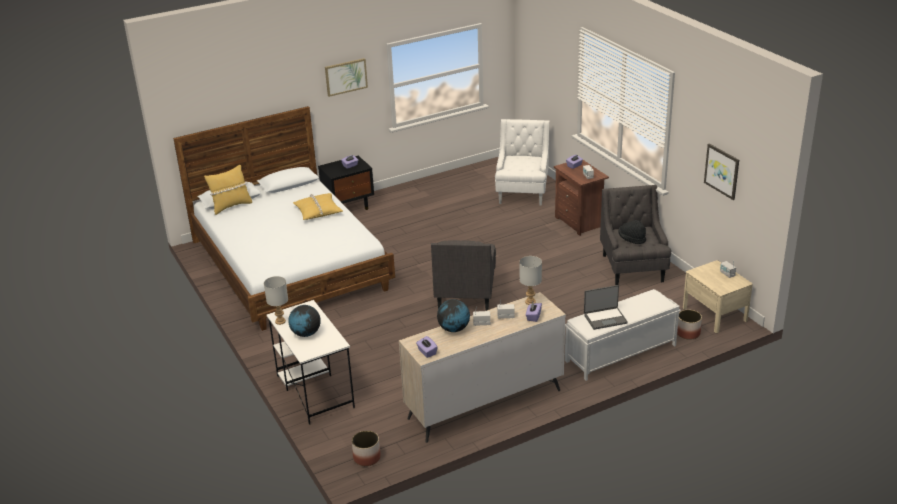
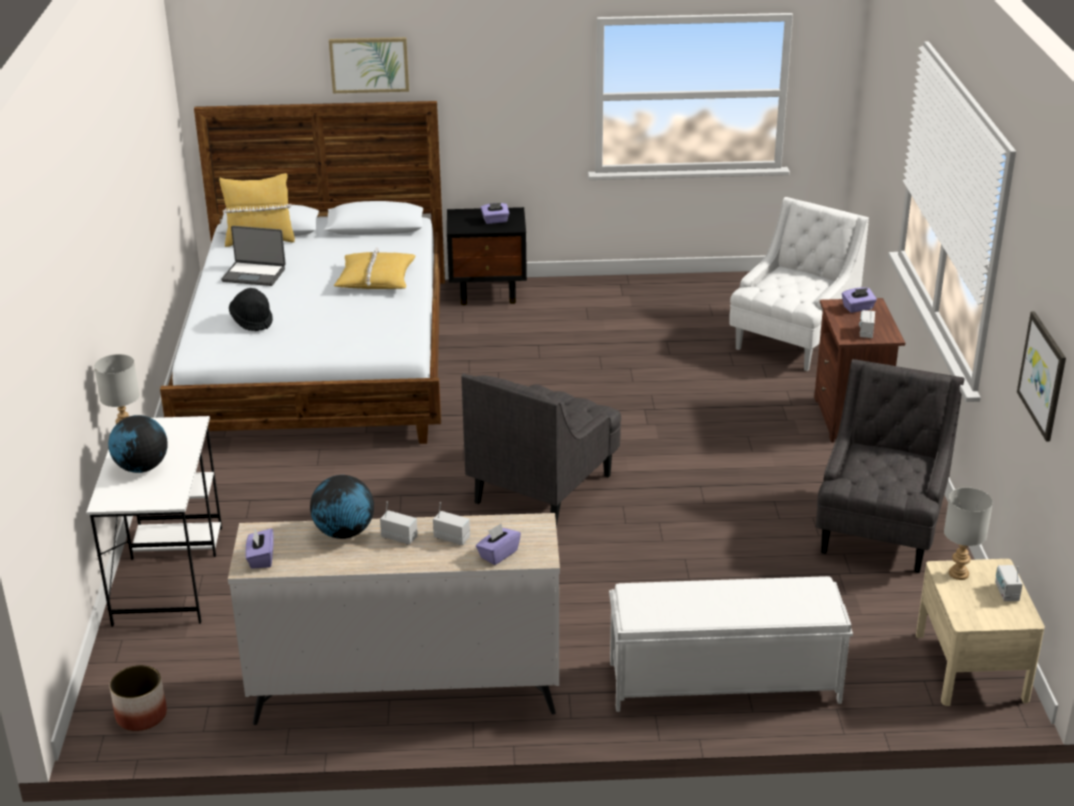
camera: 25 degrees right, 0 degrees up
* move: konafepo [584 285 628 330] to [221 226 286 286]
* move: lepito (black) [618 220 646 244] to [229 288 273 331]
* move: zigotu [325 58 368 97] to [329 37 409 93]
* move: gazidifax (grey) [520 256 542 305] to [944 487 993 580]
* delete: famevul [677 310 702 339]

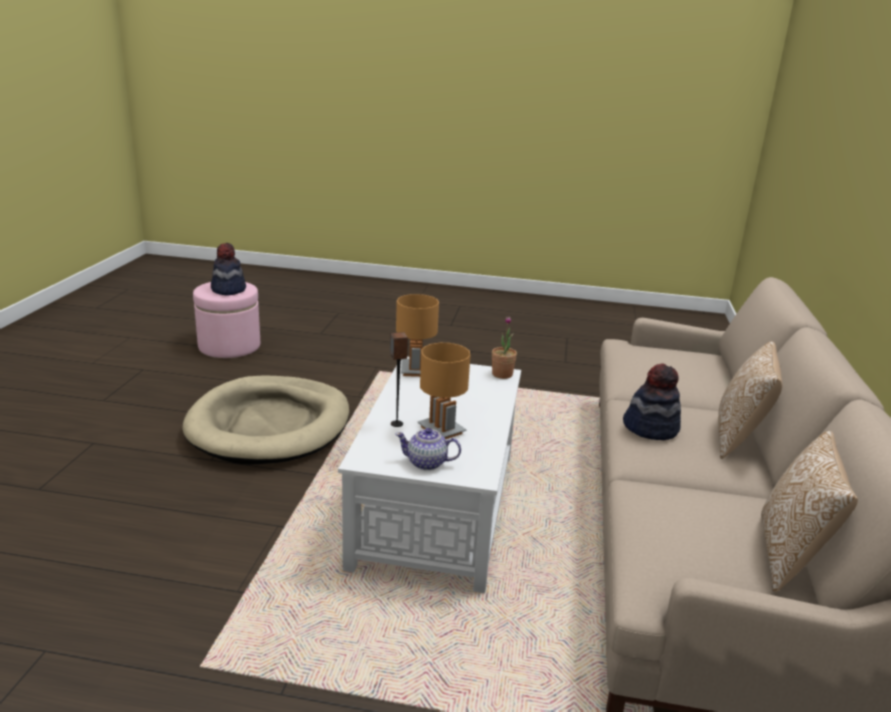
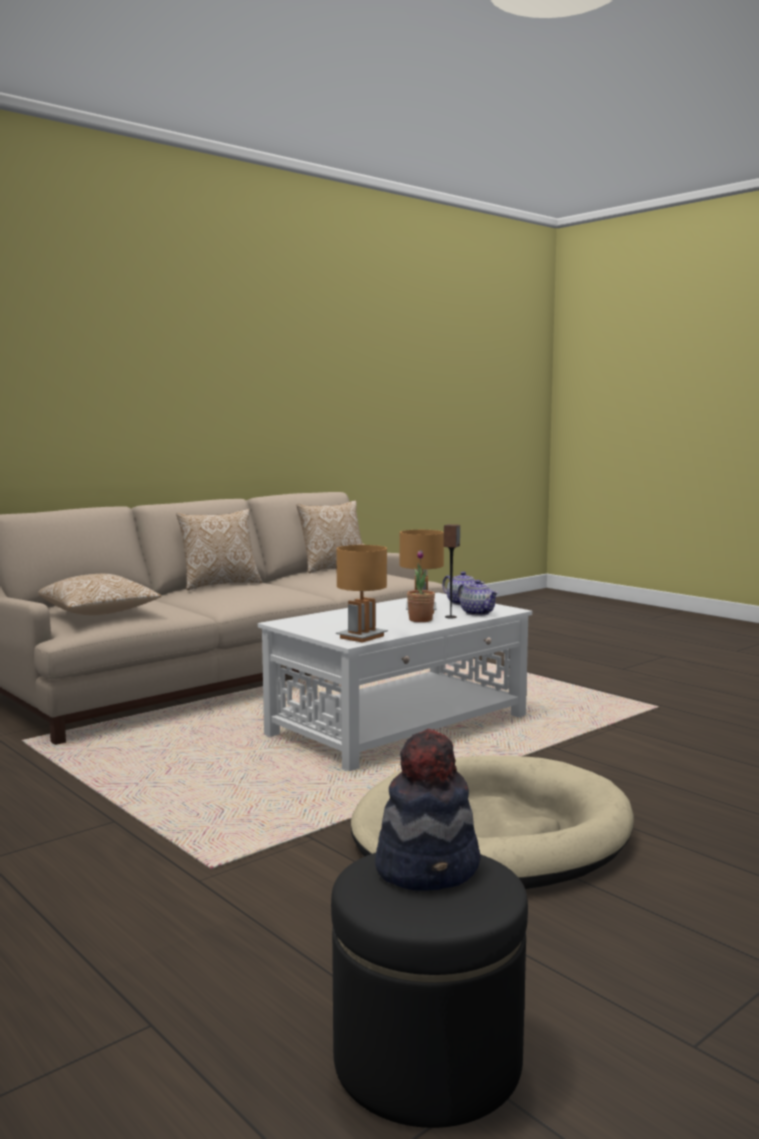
camera: 140 degrees left, 15 degrees down
* insert: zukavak [38 574 162 615]
* recolor: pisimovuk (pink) [193 282 260 358] to pisimovuk (black) [331 853 528 1128]
* move: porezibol [492 316 517 379] to [407 550 435 622]
* insert: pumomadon [458 580 498 616]
* delete: lepito [623 364 681 440]

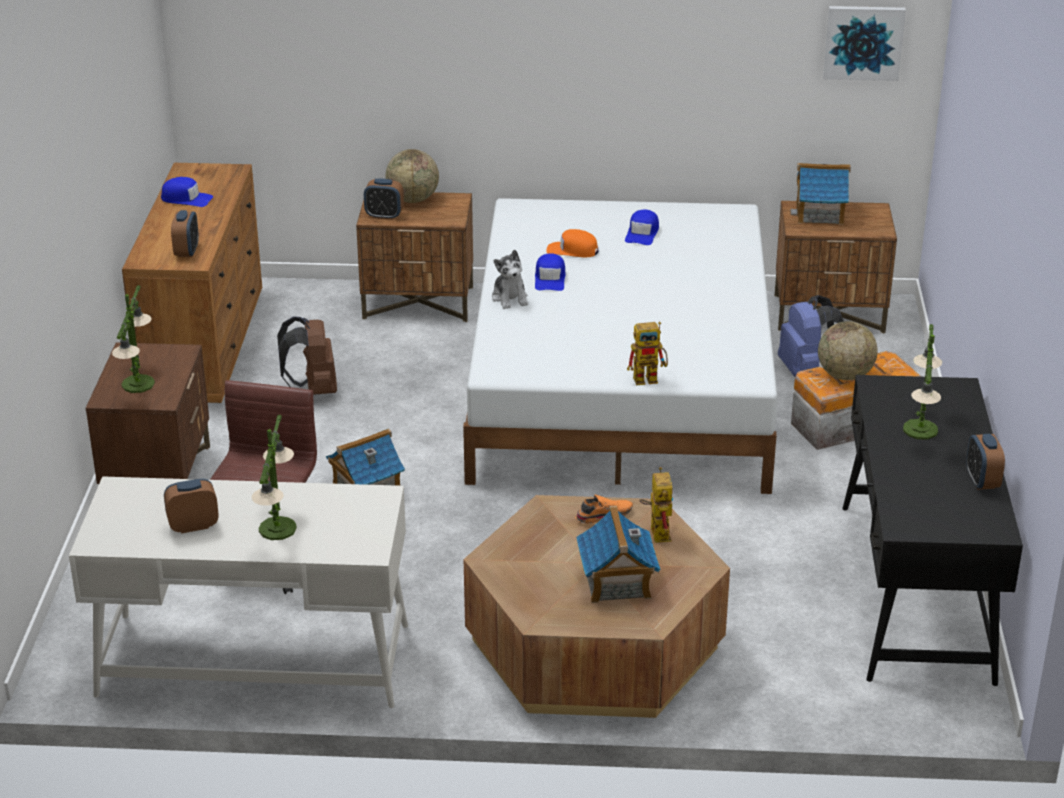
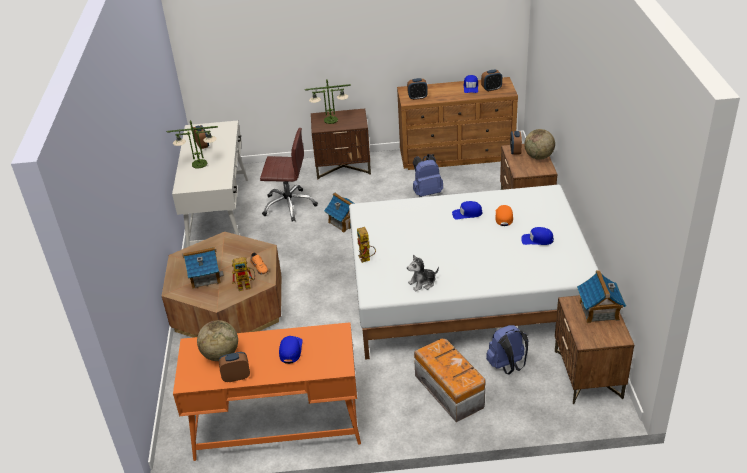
camera: 85 degrees right, 5 degrees up
* recolor: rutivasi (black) [842 375 1023 686] to rutivasi (orange) [173 322 361 461]
* move: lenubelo [818 321 878 380] to [197 320 238 361]
* replace: gazidifax [903 324 942 440] to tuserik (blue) [279 336 303 364]
* move: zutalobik [492 250 528 309] to [407 254 439 292]
* recolor: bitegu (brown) [277 317 337 395] to bitegu (blue) [413 154 443 197]
* insert: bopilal [481 70 502 92]
* delete: zigotu [823 6 906 81]

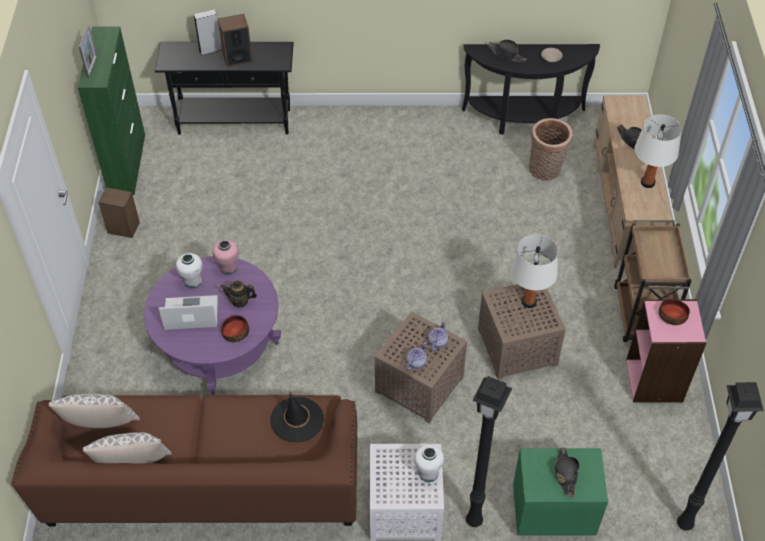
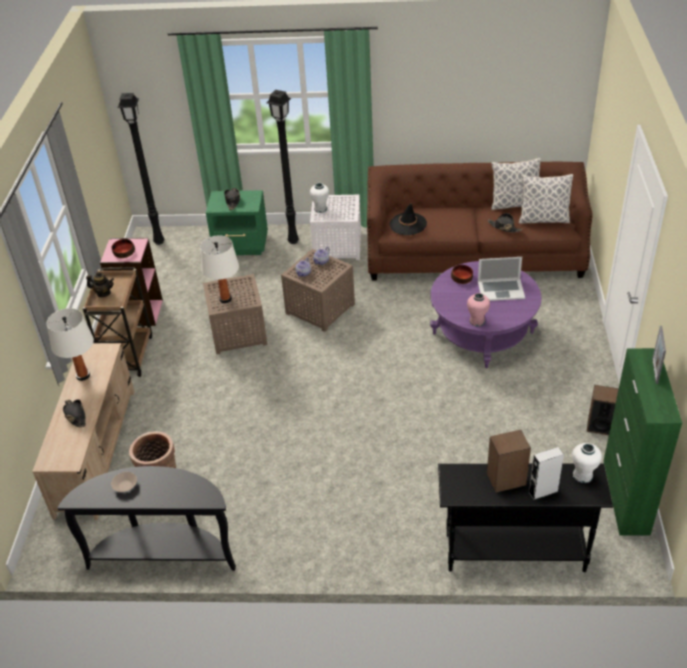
camera: 175 degrees left, 10 degrees down
* move: pumomadon [220 281 257 308] to [86 272 114 297]
* move: lepito (black) [488 40 527 62] to [487 213 523 233]
* move: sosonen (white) [176 253 203 288] to [572 443 602 483]

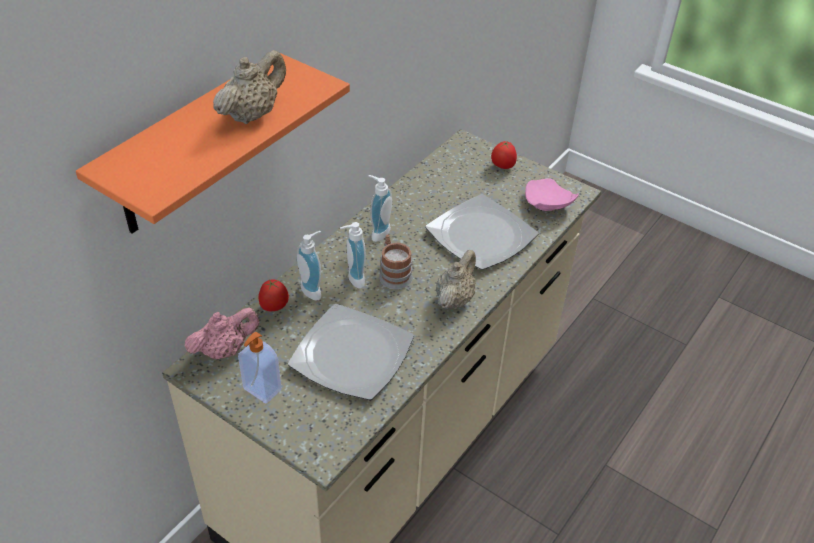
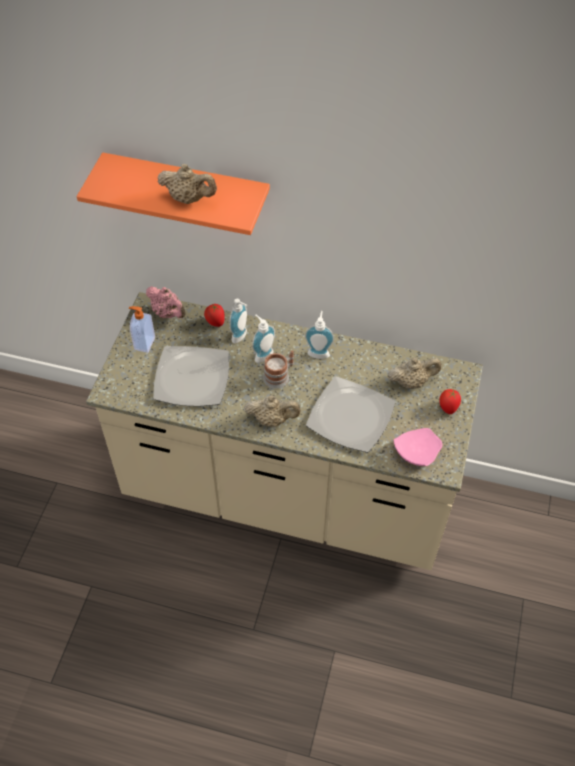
camera: 70 degrees right, 10 degrees up
* insert: pumomadon (beige) [388 357 441 389]

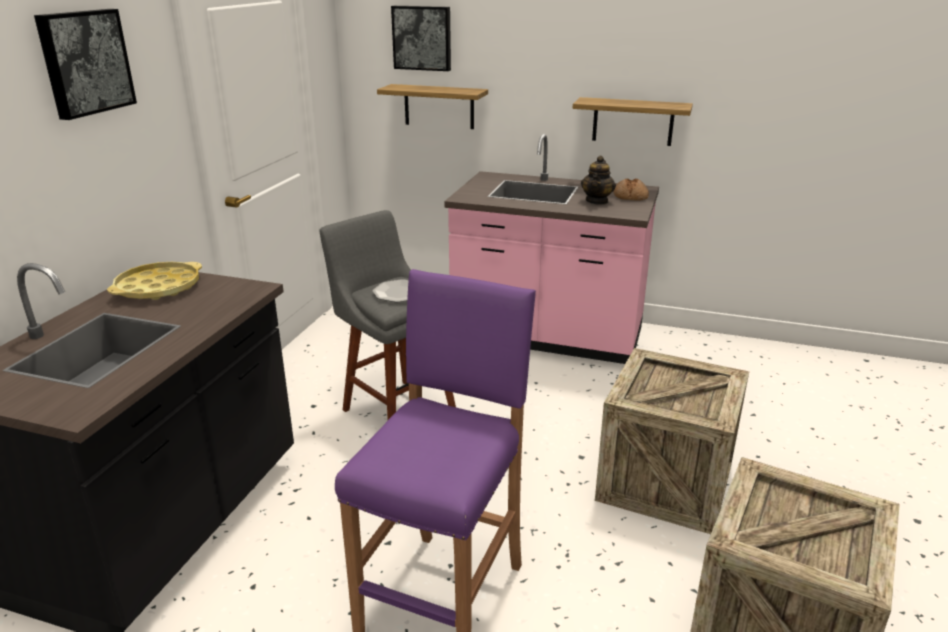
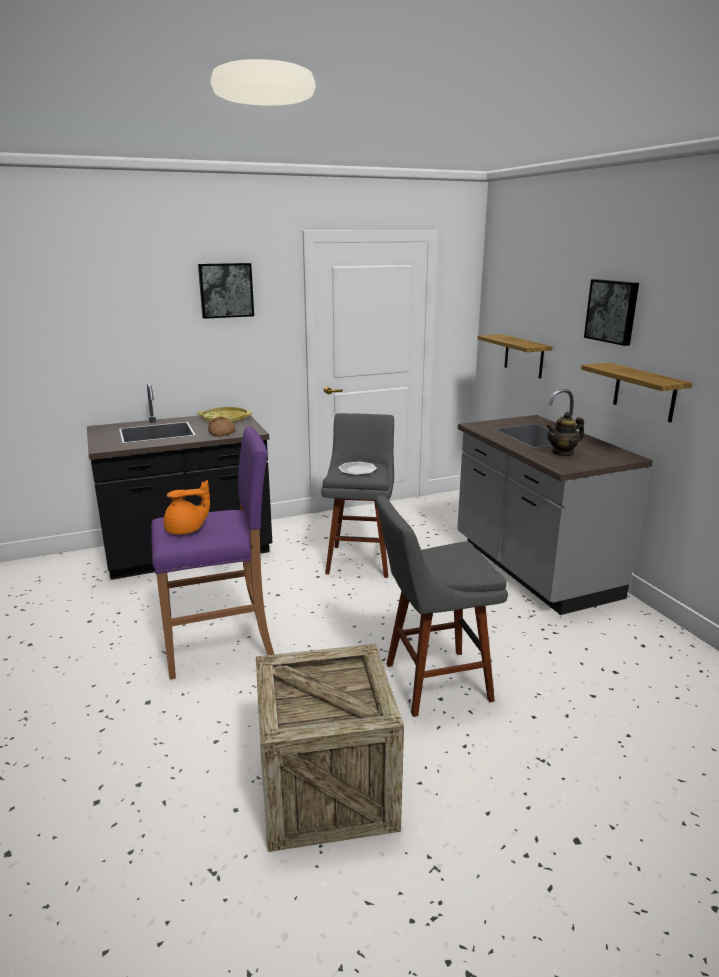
camera: 50 degrees right, 5 degrees down
* insert: pumomadon (orange) [164 480 210 535]
* move: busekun [613 178 649 201] to [208 417 236 437]
* replace: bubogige [595 348 749 534] to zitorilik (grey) [376 495 508 717]
* recolor: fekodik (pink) [444 134 659 364] to fekodik (grey) [457 389 653 615]
* move: zigotu [391 6 451 71] to [584 279 639 346]

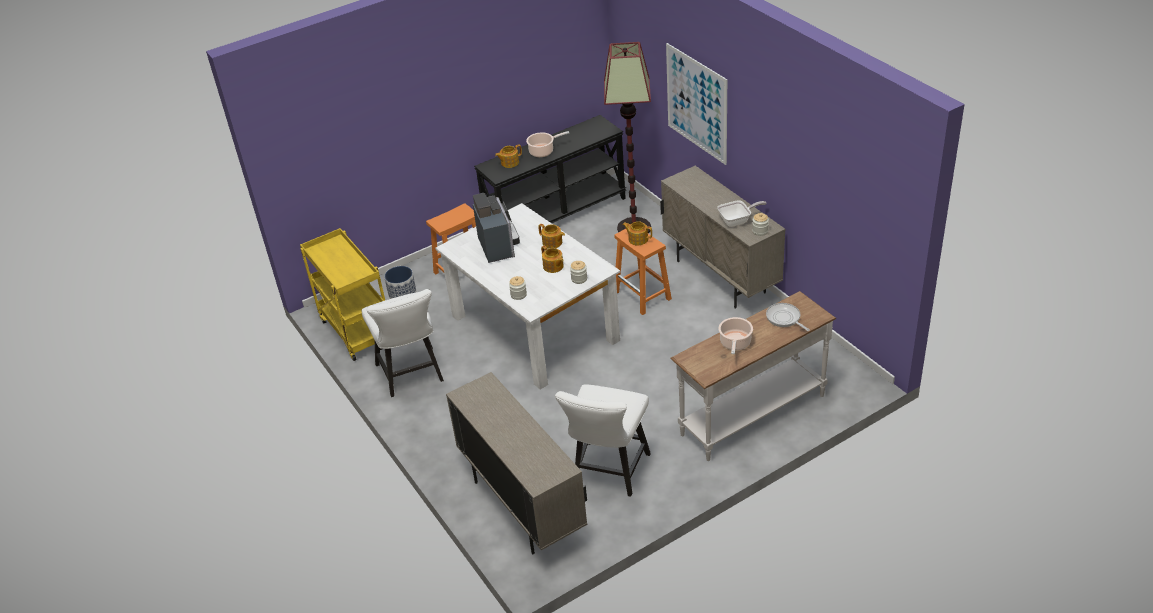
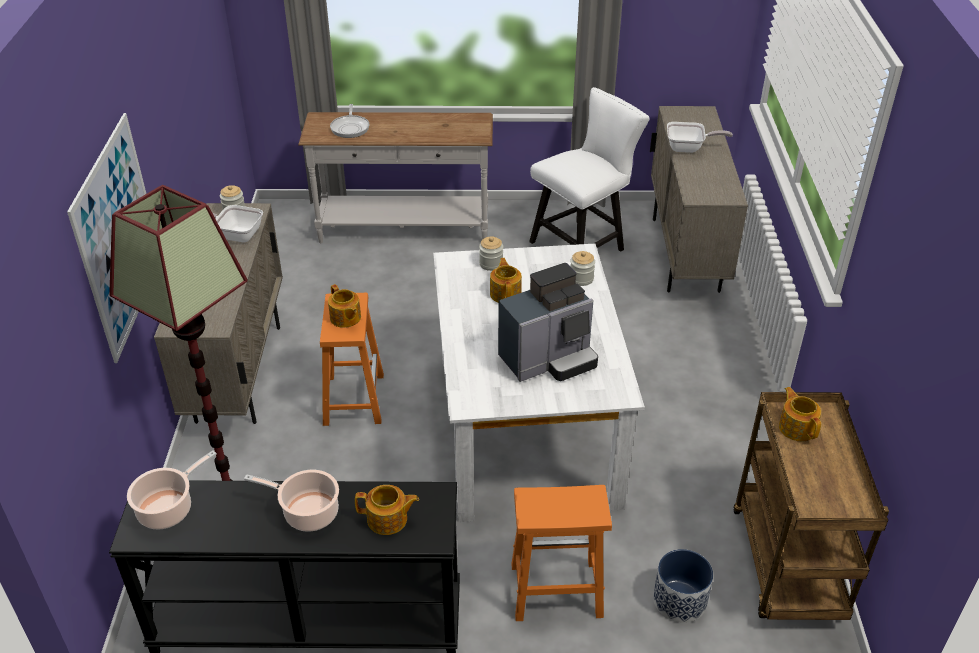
camera: 150 degrees left, 0 degrees up
* move: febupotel [718 317 753 354] to [127 451 217 530]
* rotate: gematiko [473 193 520 263] = [498 263 598 382] 135 degrees counterclockwise
* insert: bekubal [667 122 733 153]
* recolor: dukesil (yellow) [300 228 385 361] to dukesil (brown) [733 392 889 620]
* move: pumomadon [538 224 565 249] to [779 387 821 441]
* delete: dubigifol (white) [361 289 444 397]

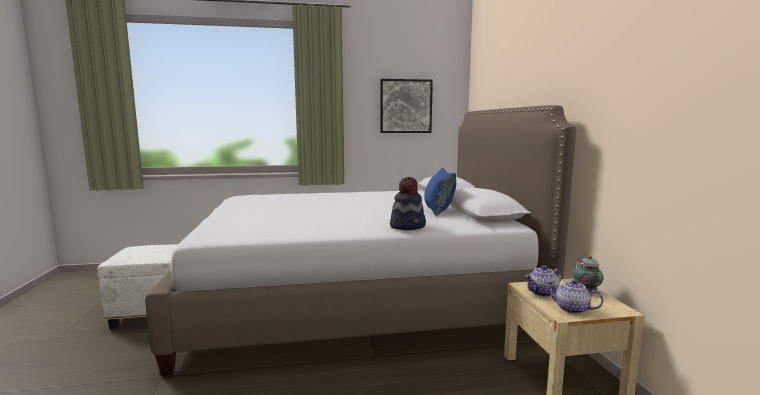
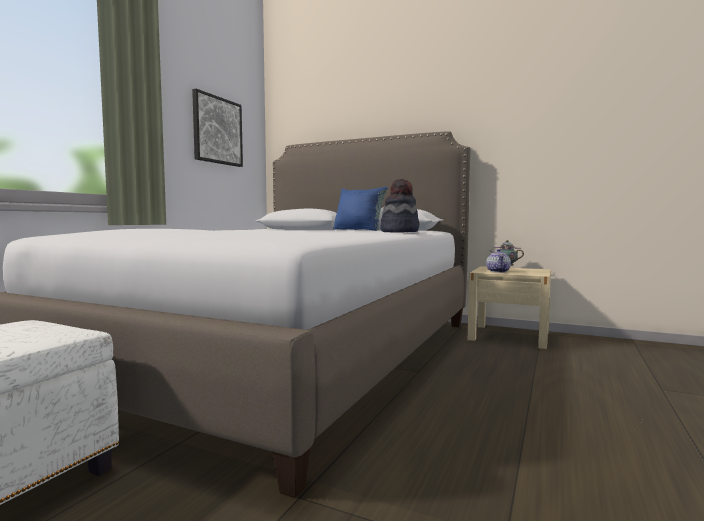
camera: 55 degrees left, 5 degrees down
* delete: pumomadon [546 279 603 314]

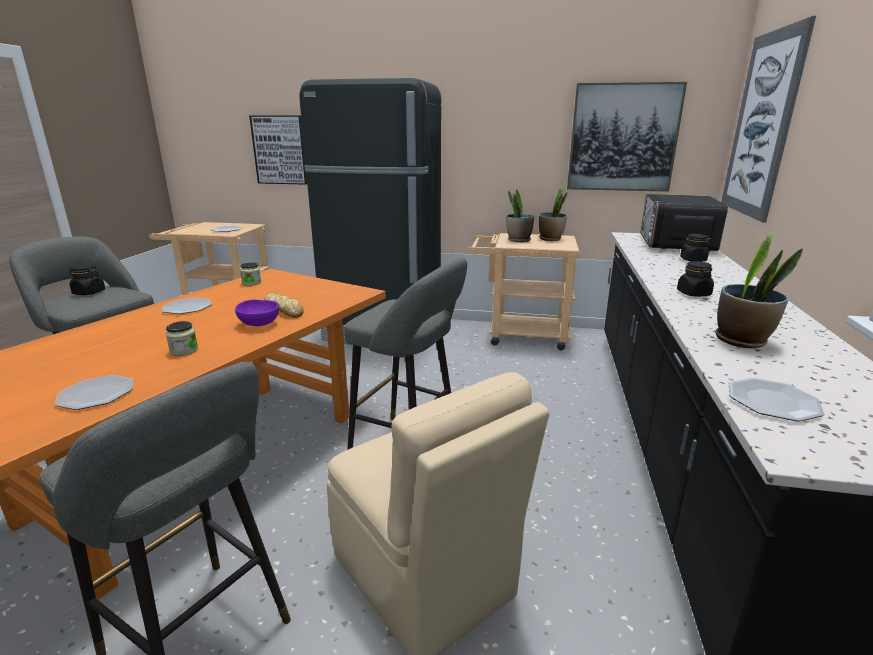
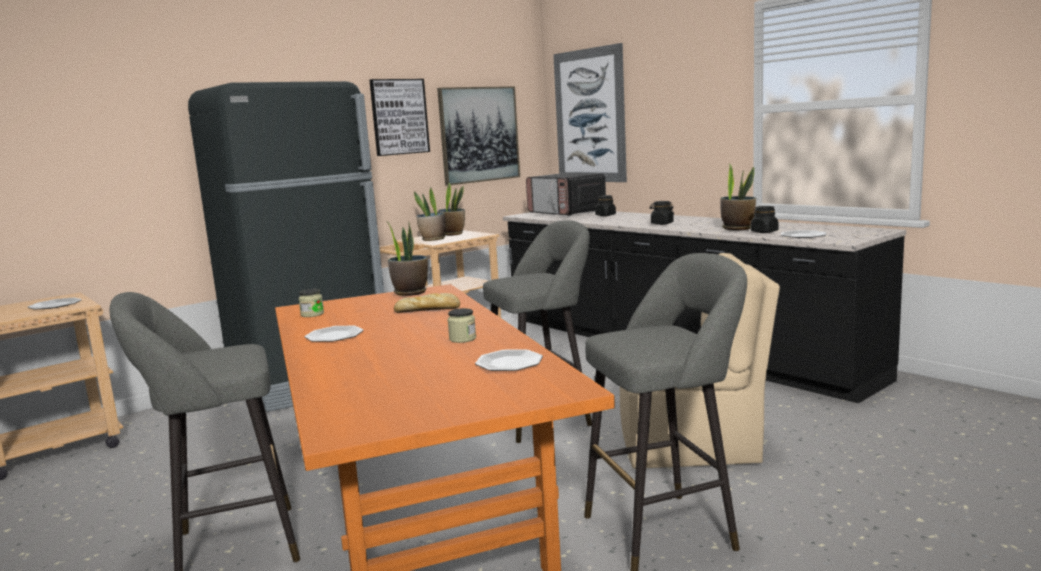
camera: 50 degrees left, 10 degrees down
* move: zigotu [249 116 307 185] to [370 79 430 156]
* insert: porezibol [385 220 428 296]
* move: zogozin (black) [69 264 105 295] to [751 206 778 233]
* delete: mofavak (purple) [235 299 279 326]

